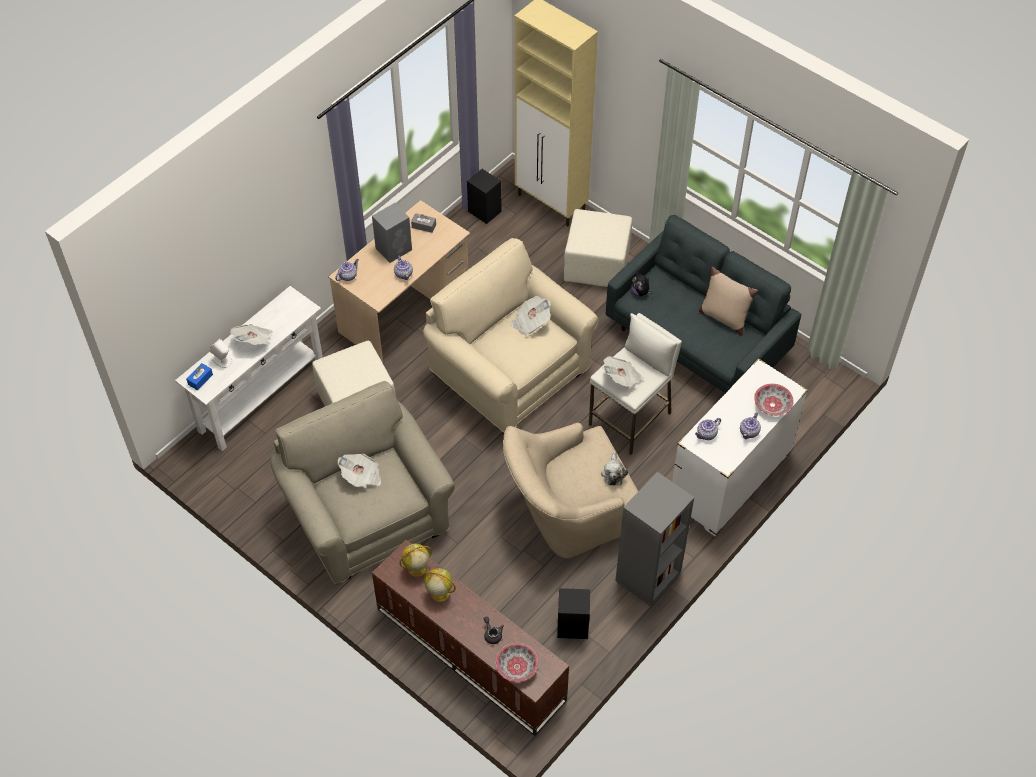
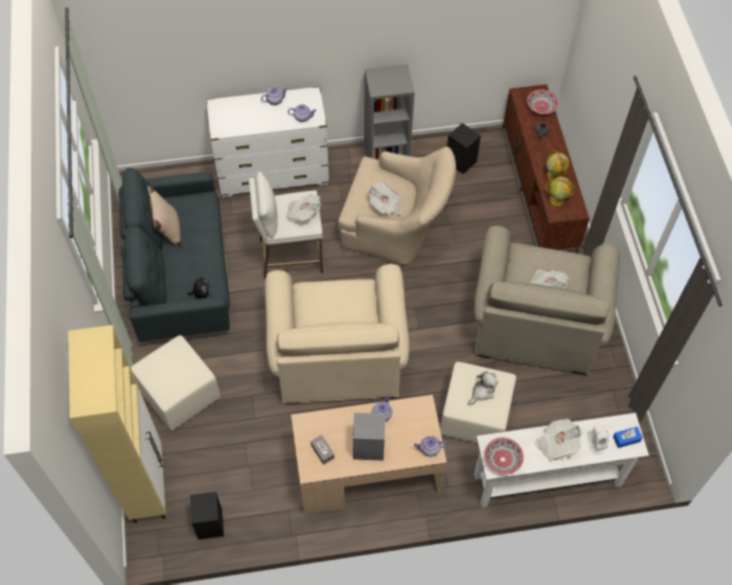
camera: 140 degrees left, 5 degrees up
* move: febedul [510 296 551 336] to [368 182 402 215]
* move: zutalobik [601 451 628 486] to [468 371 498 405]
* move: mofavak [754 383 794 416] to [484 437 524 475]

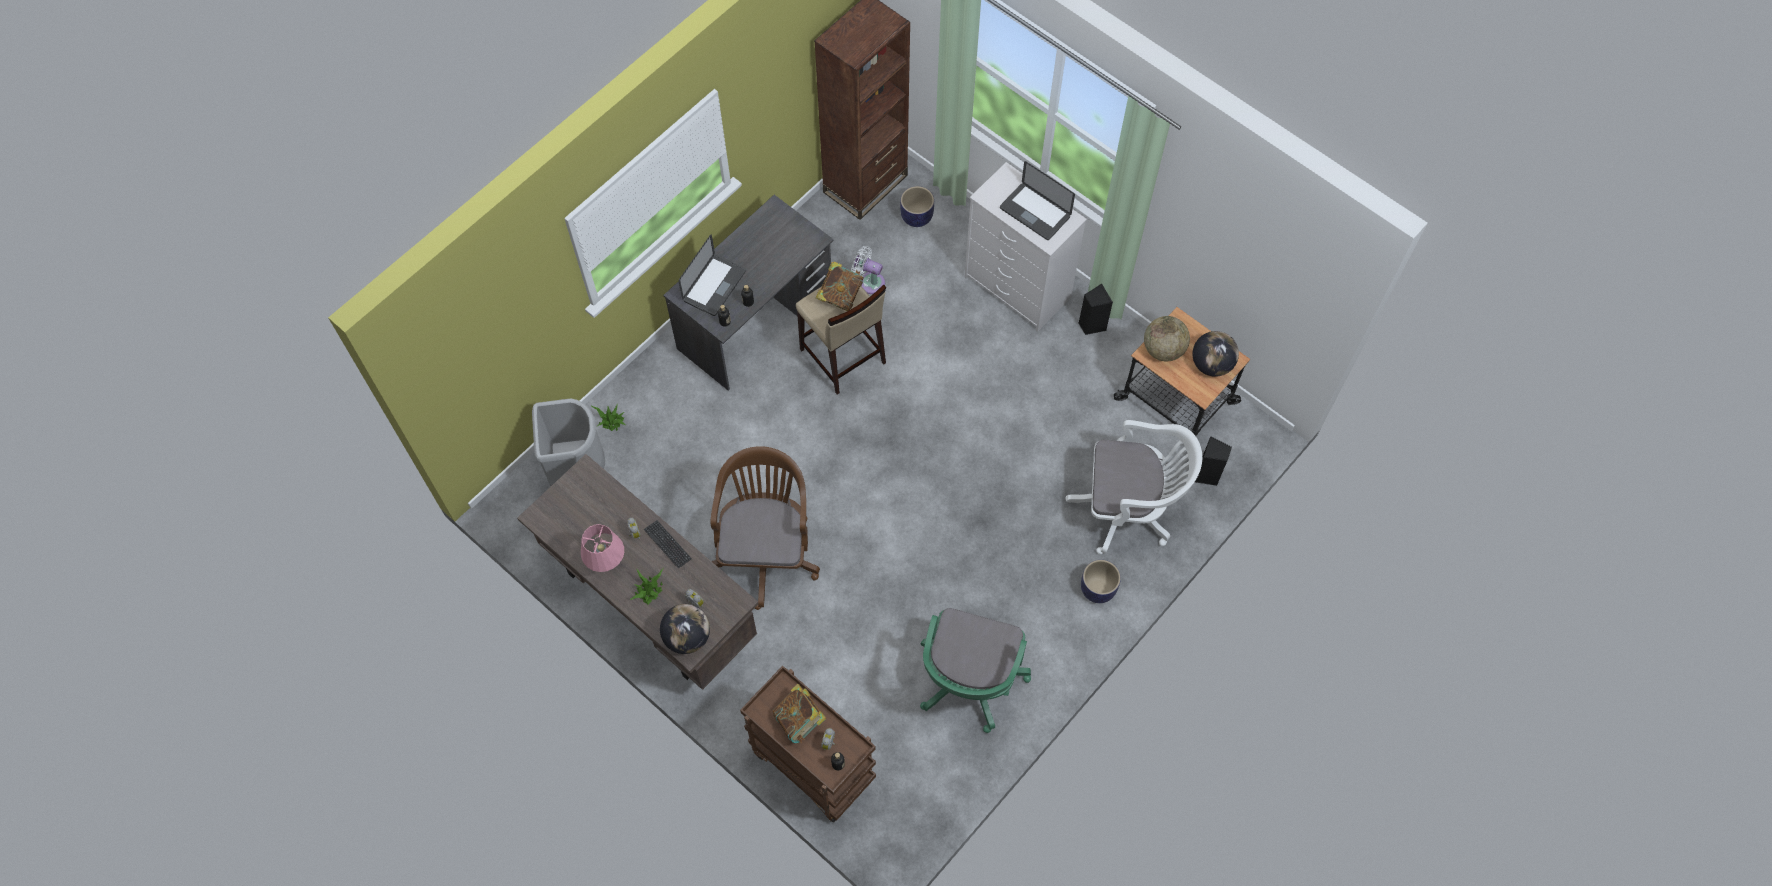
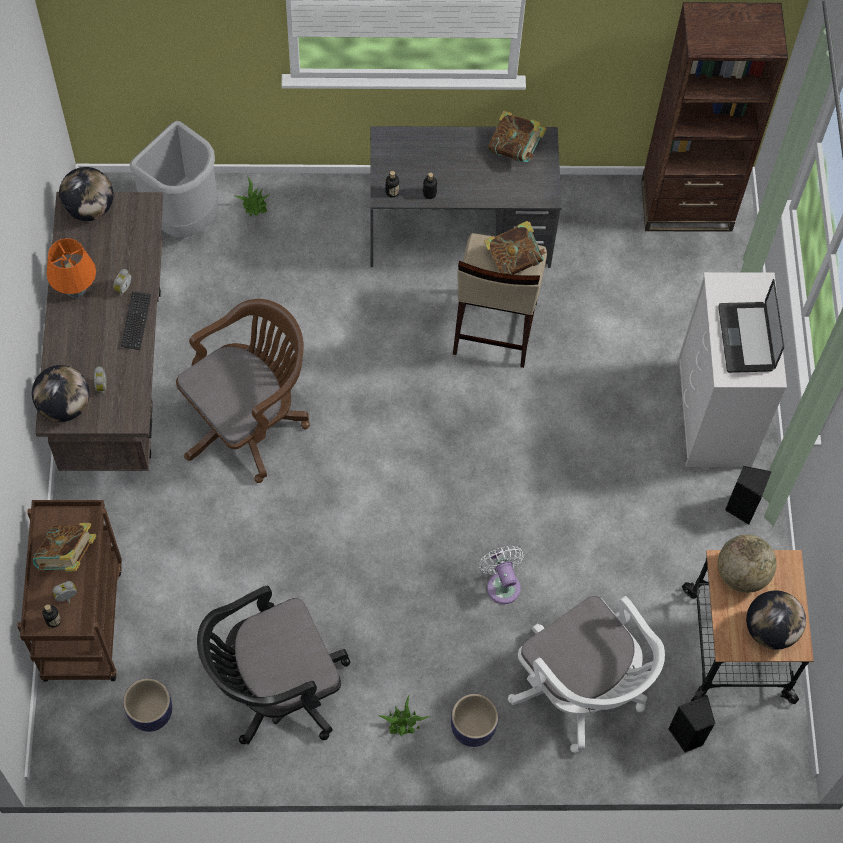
camera: 45 degrees right, 0 degrees up
* recolor: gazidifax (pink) [581 524 624 572] to gazidifax (orange) [47 238 96 298]
* insert: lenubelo [59 167 113 221]
* move: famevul [900 186 934 227] to [123 678 172 732]
* recolor: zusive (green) [920 608 1031 733] to zusive (black) [197 586 350 745]
* move: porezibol [629 568 664 604] to [377 696 429 736]
* move: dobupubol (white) [851 246 885 294] to [479 546 524 604]
* insert: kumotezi [488 111 547 162]
* delete: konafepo [679 234 746 316]

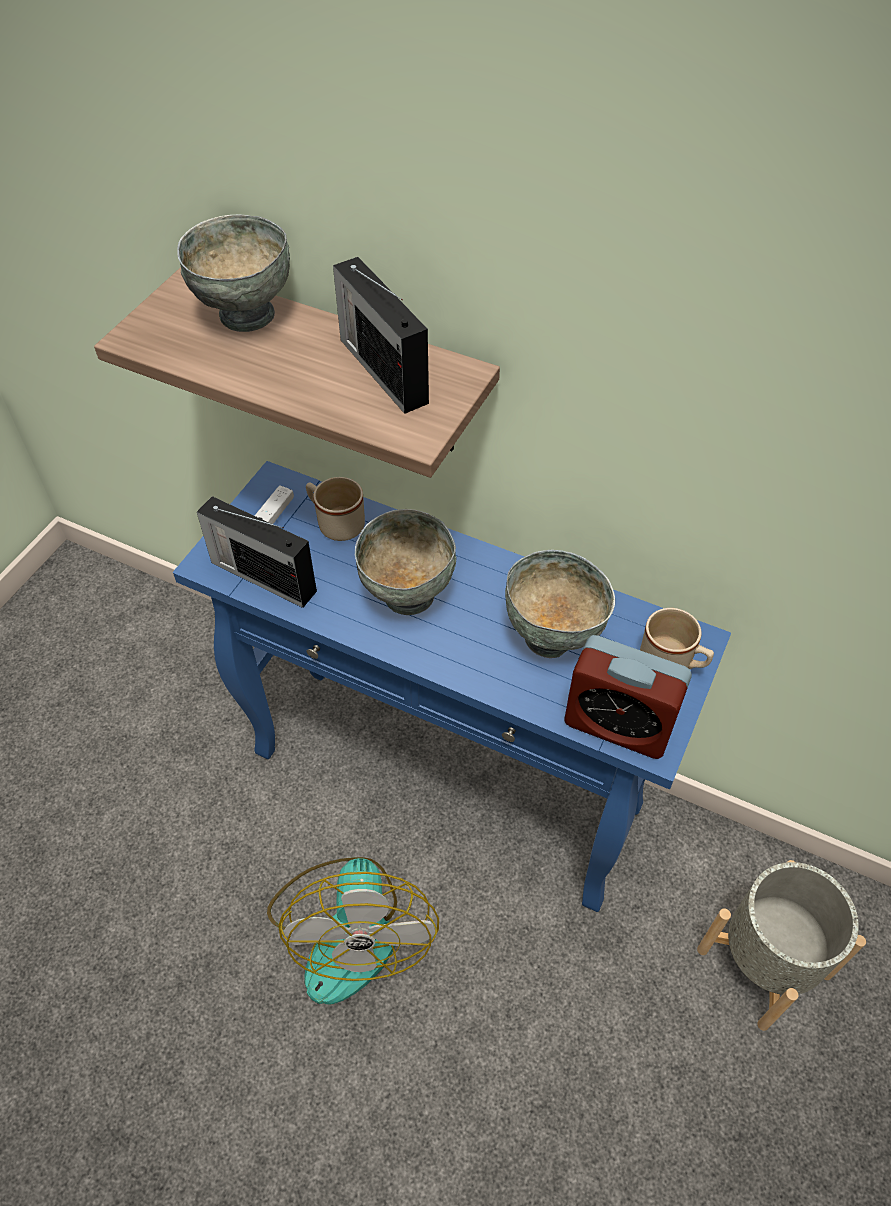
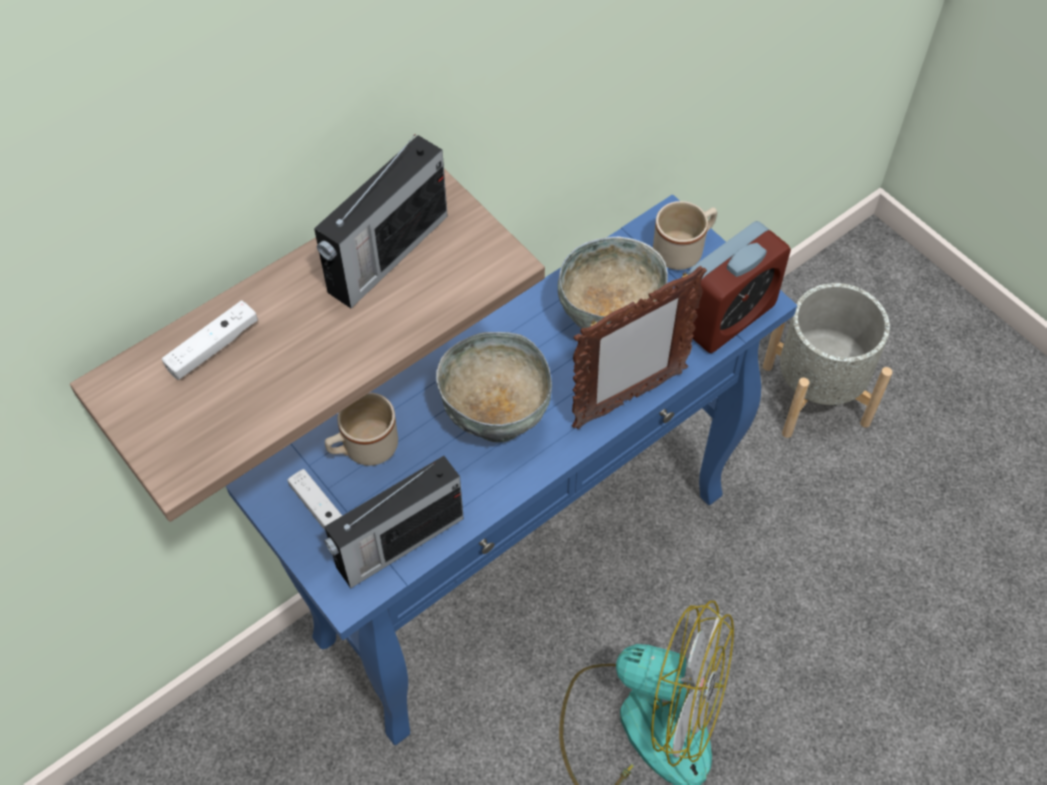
camera: 65 degrees left, 5 degrees up
* replace: mofavak (grey) [177 214 290 332] to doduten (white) [162 300 258 380]
* rotate: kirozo [333 257 429 414] = [314 134 448 308] 45 degrees counterclockwise
* insert: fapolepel [572 266 707 429]

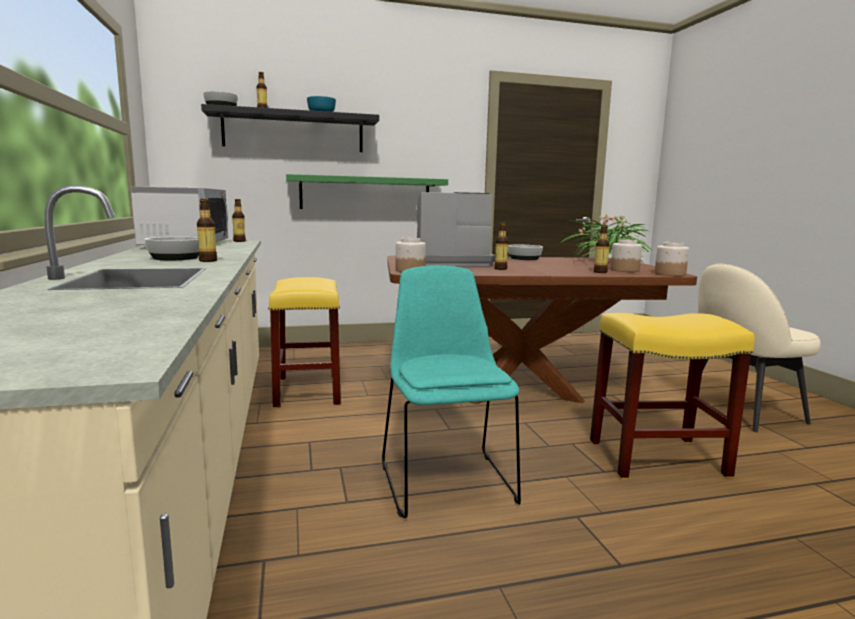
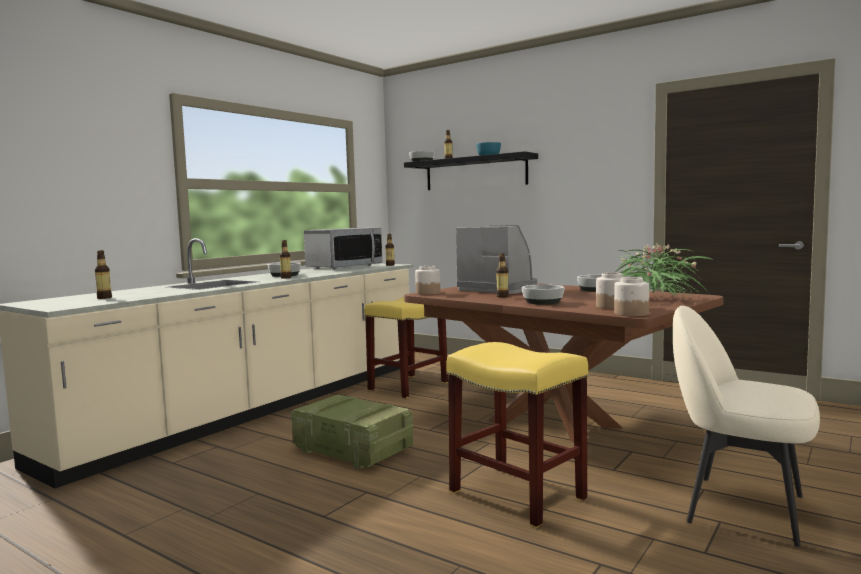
camera: 50 degrees right, 5 degrees down
* move: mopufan [594 225 610 273] to [95 250 112 299]
* replace: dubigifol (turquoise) [382 266 521 518] to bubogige [291 395 413 469]
* insert: mofavak [522 284 564 305]
* delete: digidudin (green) [286 174 448 209]

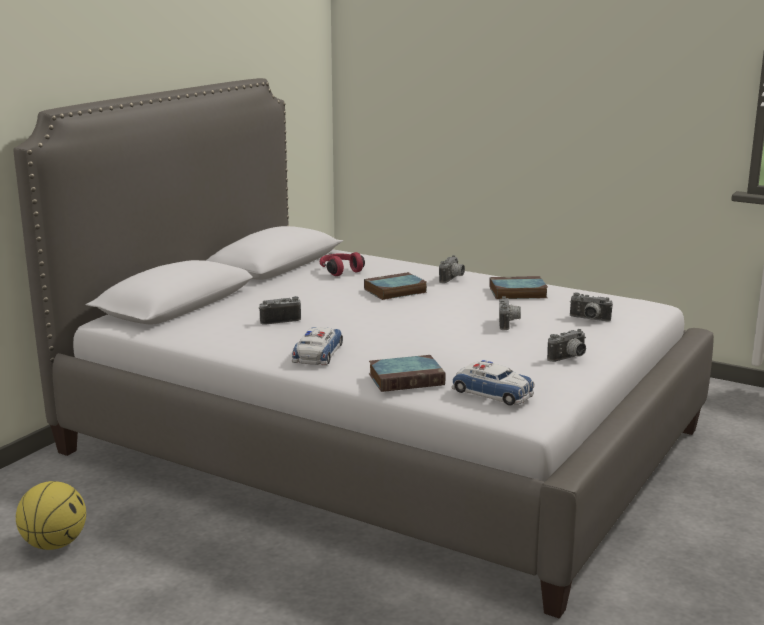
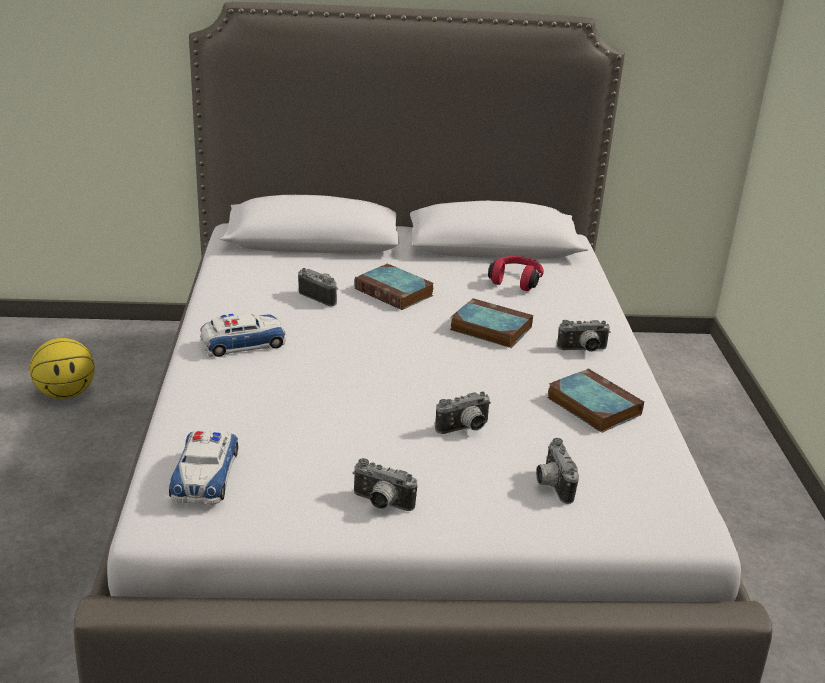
camera: 55 degrees right, 10 degrees up
* move: kumotezi [369 355 446 392] to [355 264 434 310]

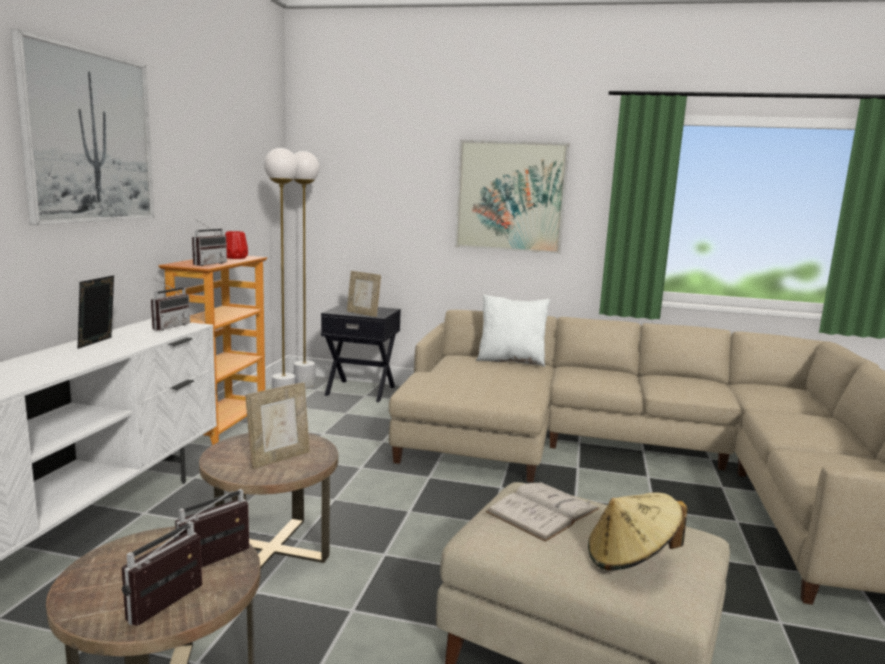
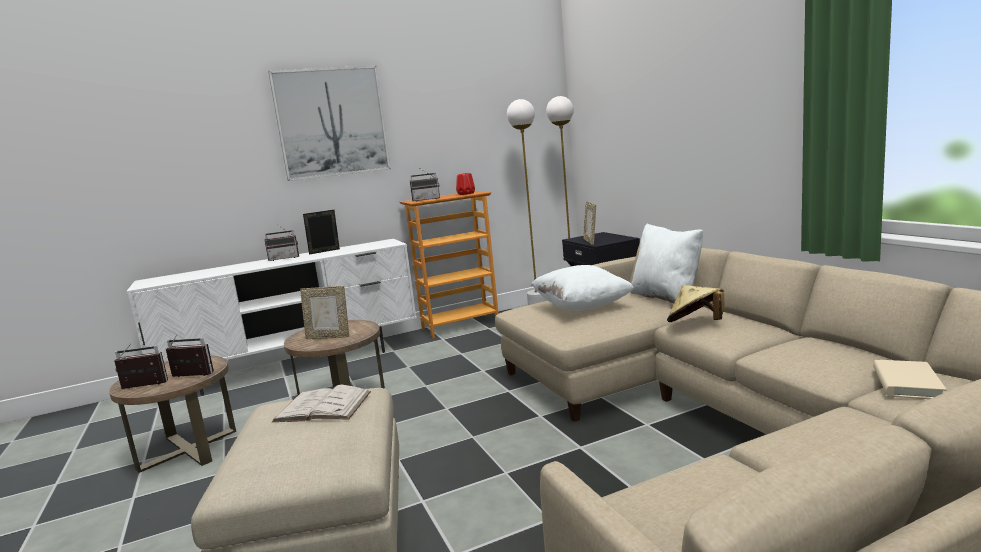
camera: 55 degrees right, 0 degrees up
* move: kirozo [151 278 190 331] to [264 224 299 261]
* insert: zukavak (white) [531 265 634 311]
* move: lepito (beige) [588 492 687 571] to [667 285 724 322]
* insert: kumotezi (beige) [873 360 947 399]
* delete: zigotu [455 140 569 254]

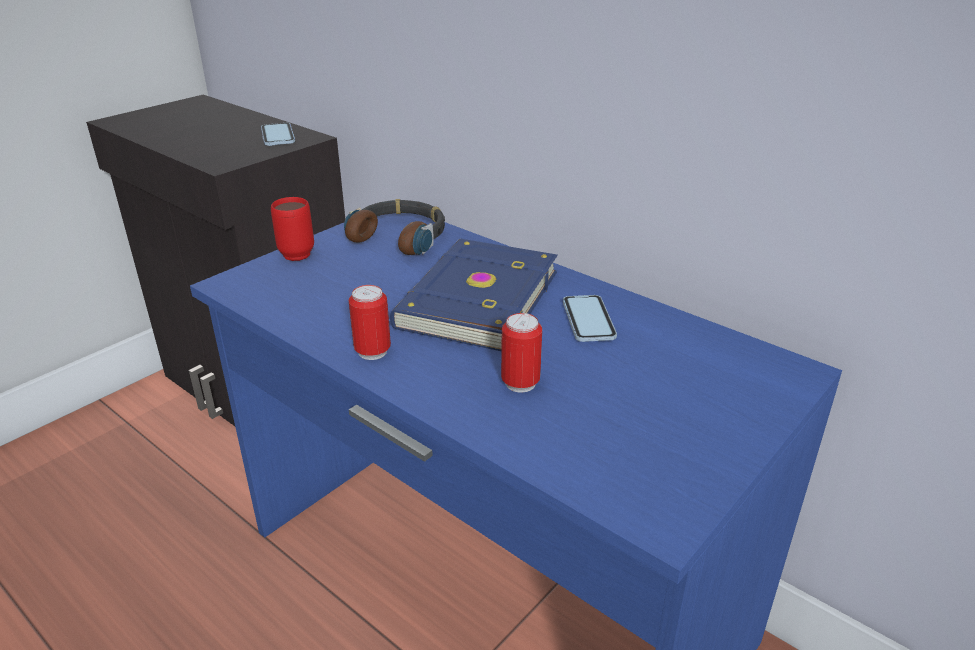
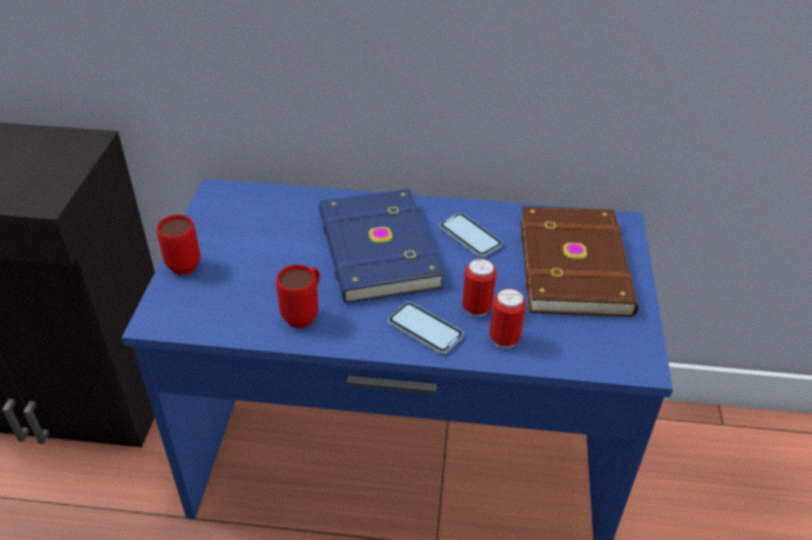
camera: 35 degrees left, 10 degrees up
* insert: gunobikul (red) [276 265 320 328]
* move: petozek [261 123 295 146] to [388 302 463 354]
* move: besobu [349 285 391 360] to [490 288 526 348]
* insert: kumotezi (brown) [520 206 638 317]
* delete: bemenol [344 199 445 255]

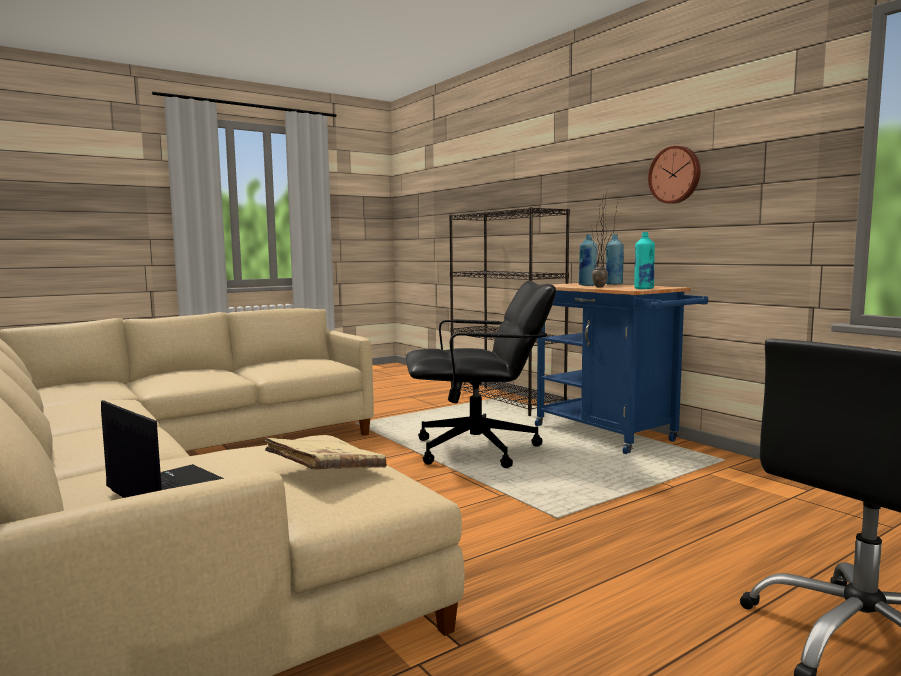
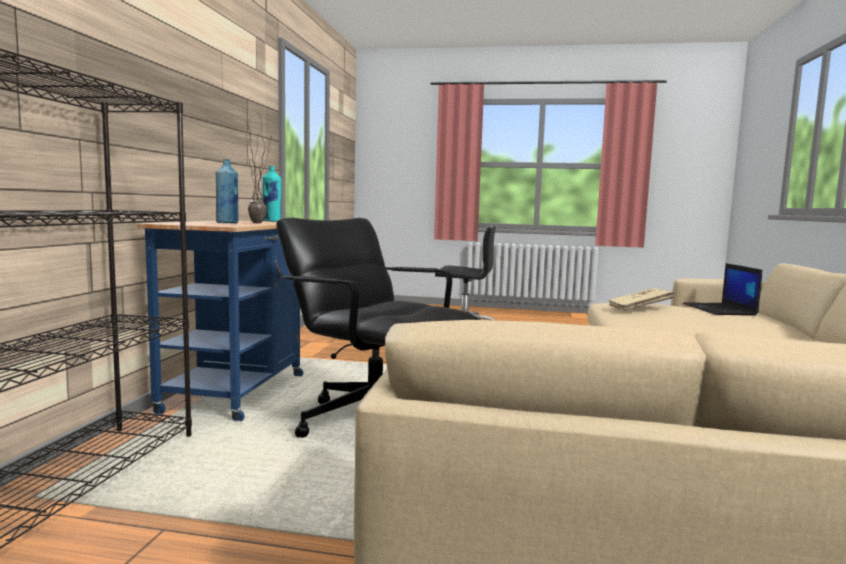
camera: 135 degrees left, 0 degrees up
* delete: mopufan (blue) [606 234 624 285]
* delete: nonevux [648 146 700 204]

